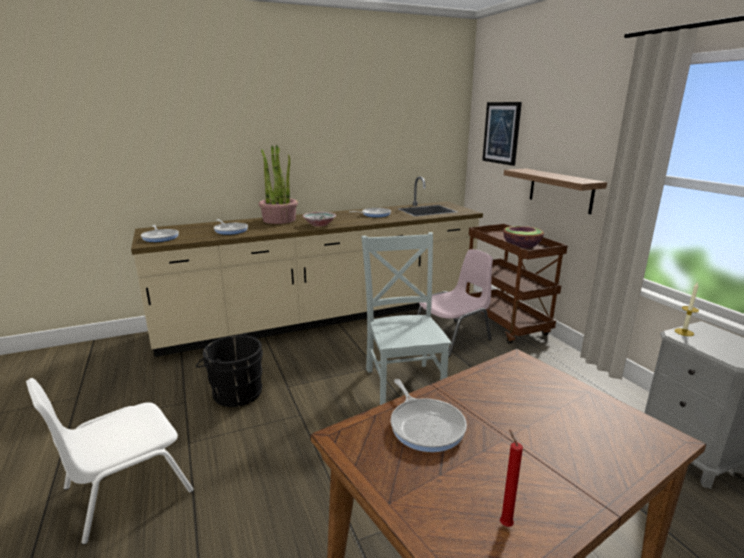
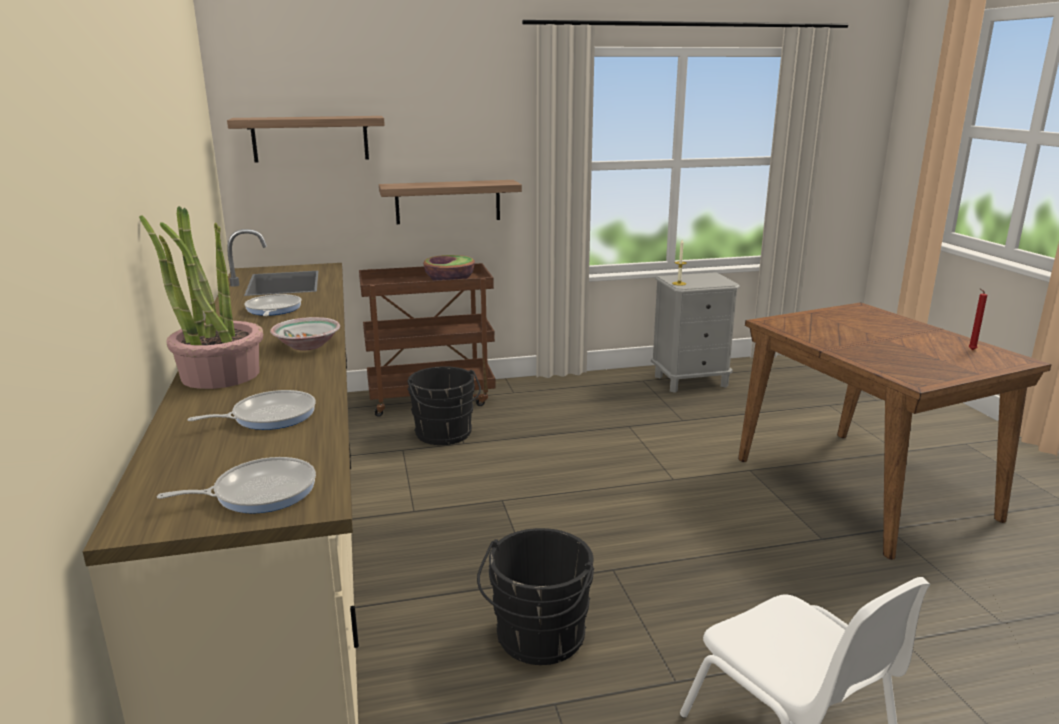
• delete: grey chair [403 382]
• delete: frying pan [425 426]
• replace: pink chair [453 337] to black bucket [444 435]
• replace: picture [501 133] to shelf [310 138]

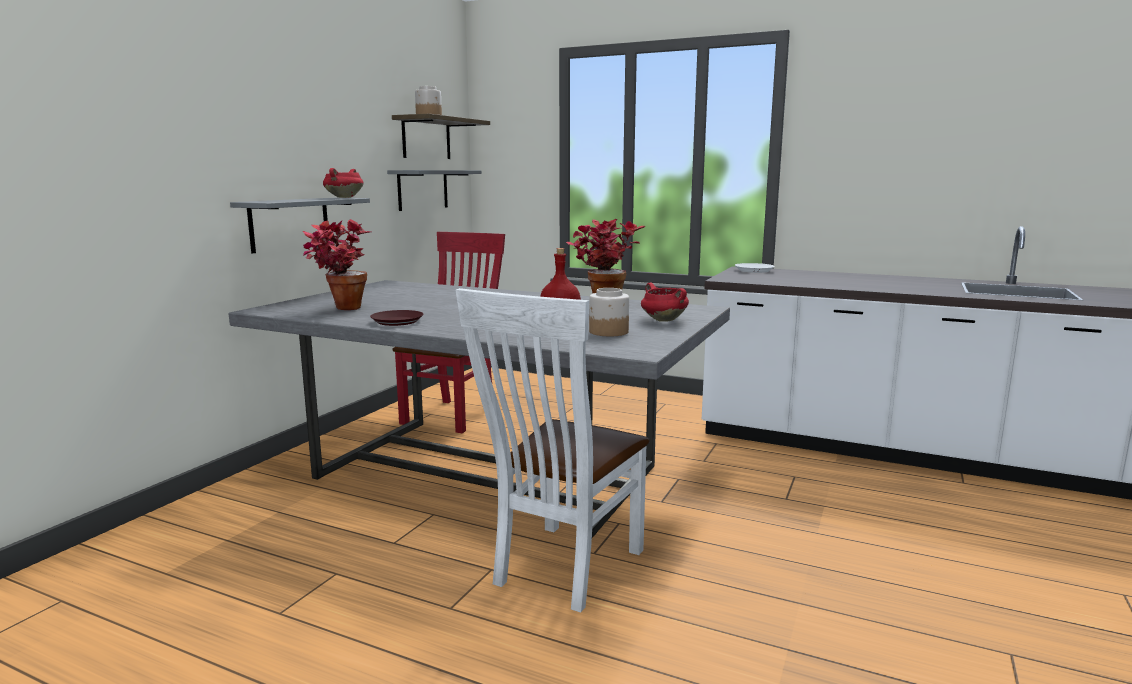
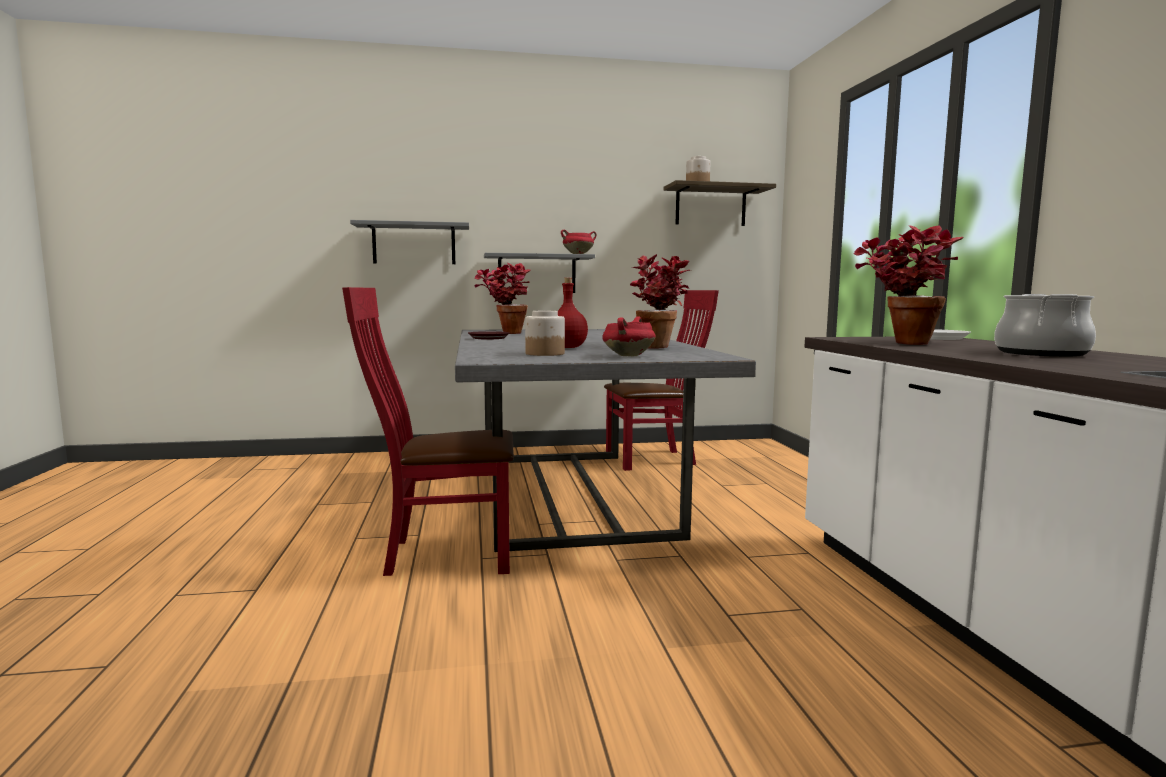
• insert: potted plant [899 342]
• insert: cooking pot [1040 353]
• move: grey shelf [423 189] to [414 244]
• recolor: white chair [562 569] to red chair [441 554]

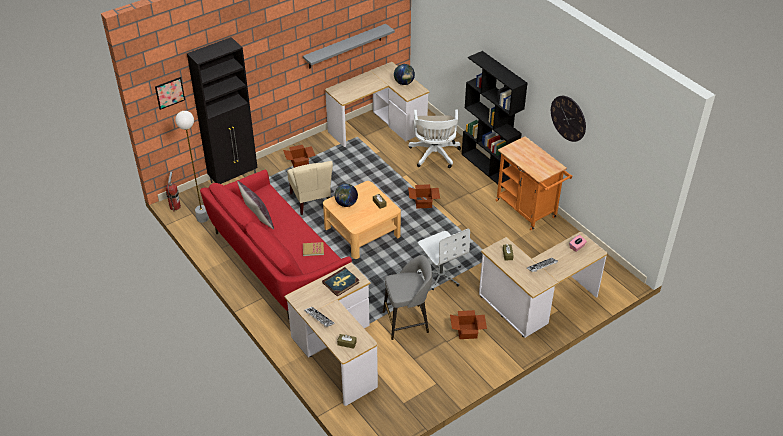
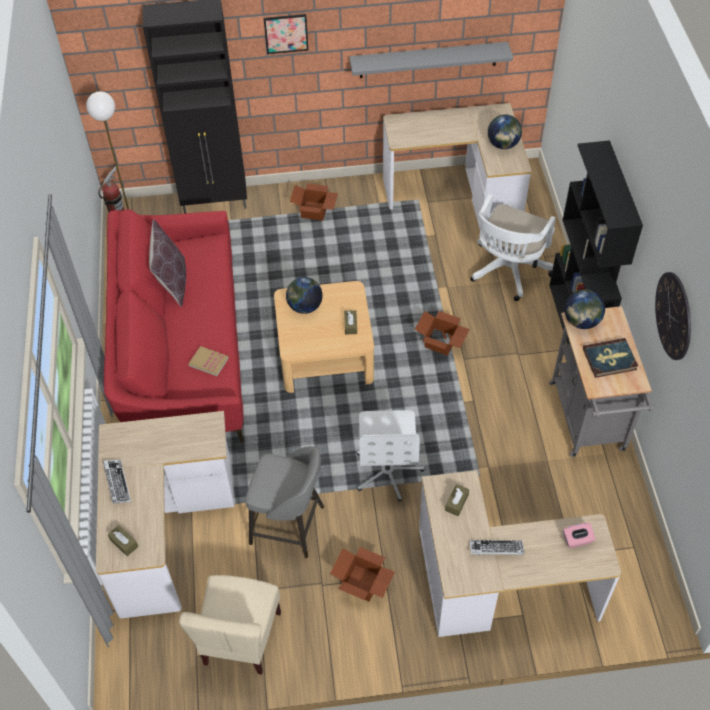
• insert: globe [581 321]
• move: picture [169 93] to [286 33]
• move: beige chair [311 201] to [240 638]
• move: book [341 283] to [609 359]
• recolor: orange cart [528 211] to grey cart [589 422]

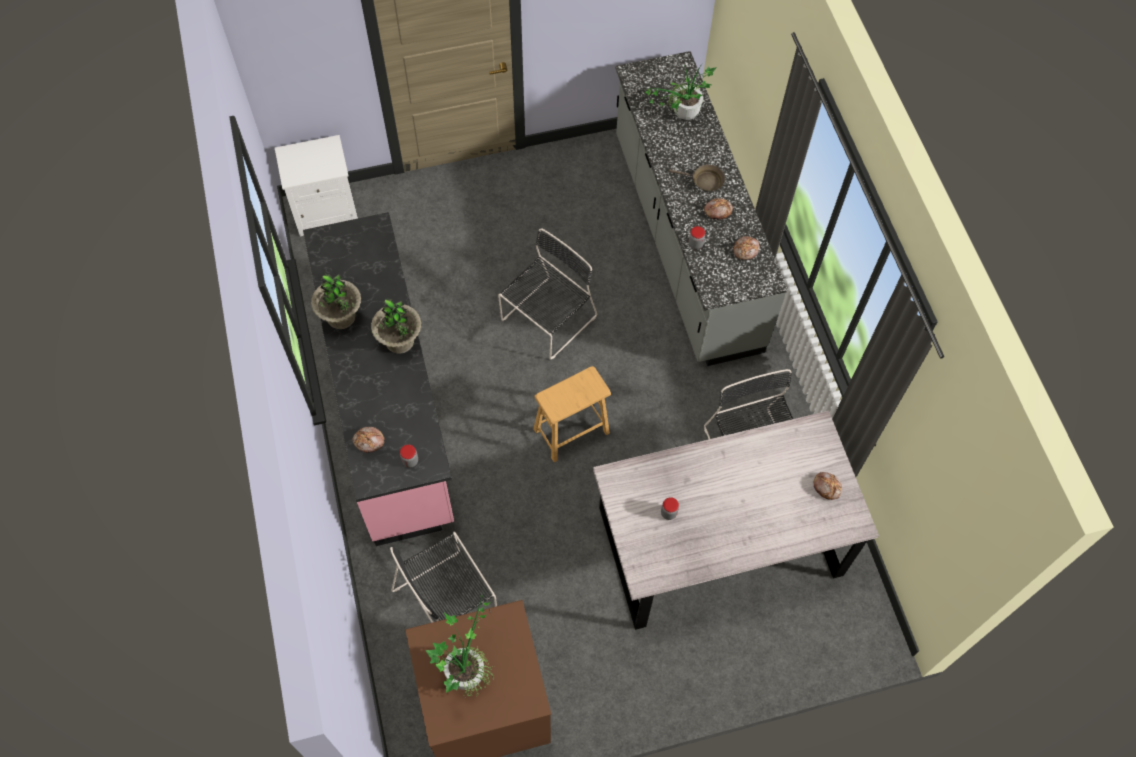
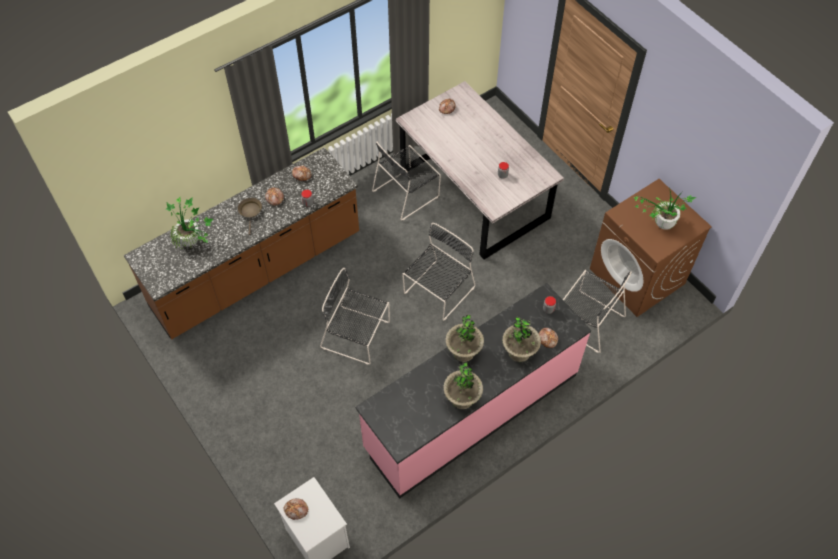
• insert: bread [296 510]
• insert: potted plant [519 352]
• replace: brown stool [571 431] to black chair [438 292]
• recolor: grey counter [684 243] to brown counter [257 272]

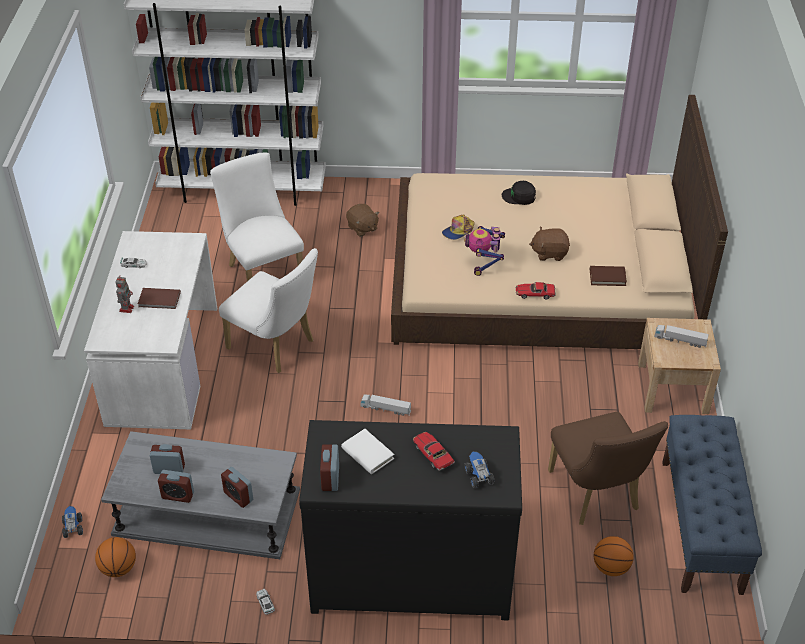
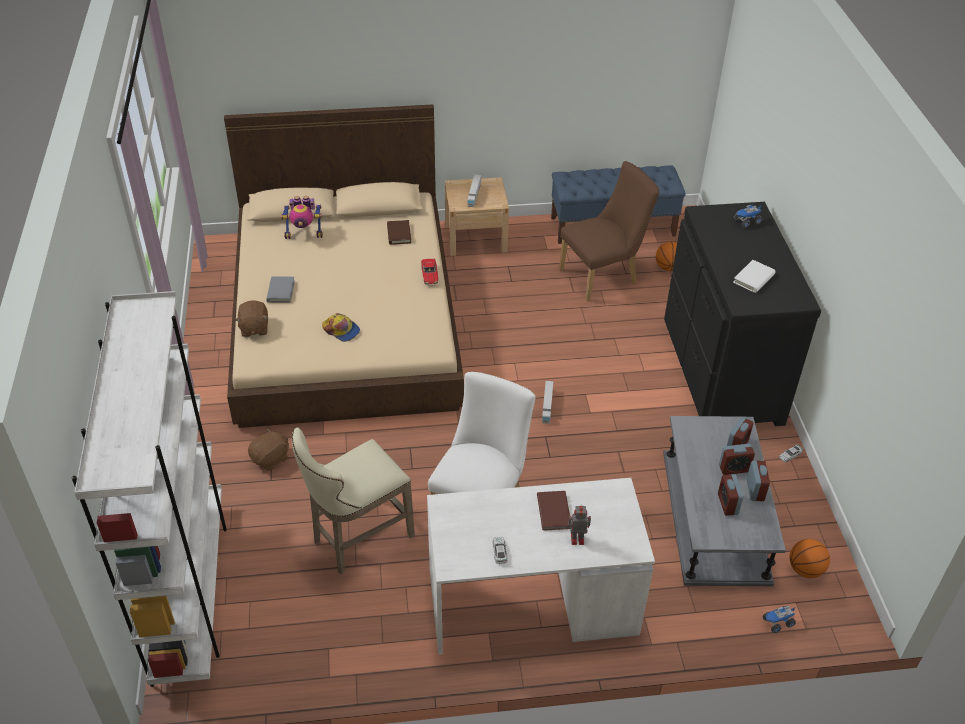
• delete: toy car [432 454]
• move: alarm clock [330 478] to [734 468]
• move: toy robot [484 263] to [304 234]
• move: brown plush toy [549 253] to [254 328]
• replace: white chair [263 271] to beige stool [357 539]
• replace: black cap [519 196] to grey book [280 291]

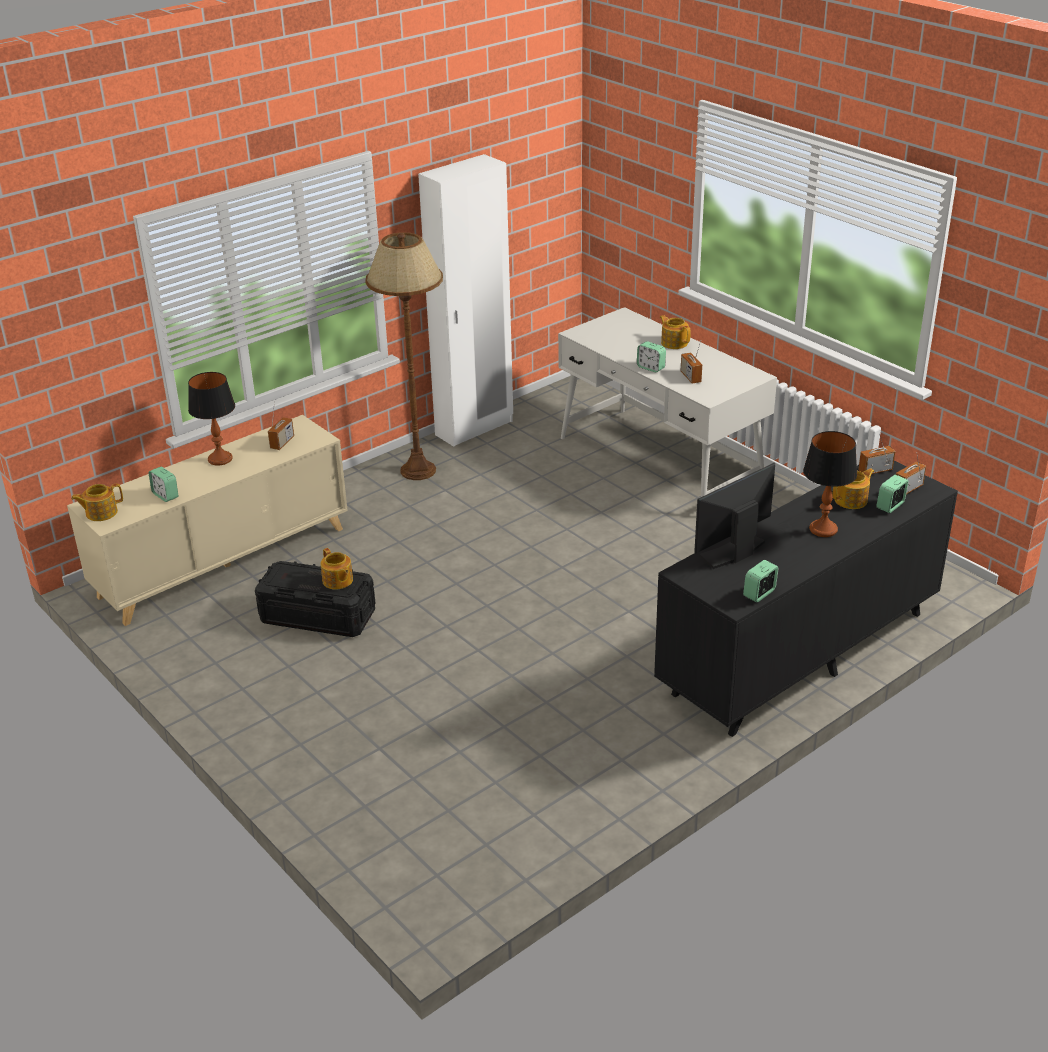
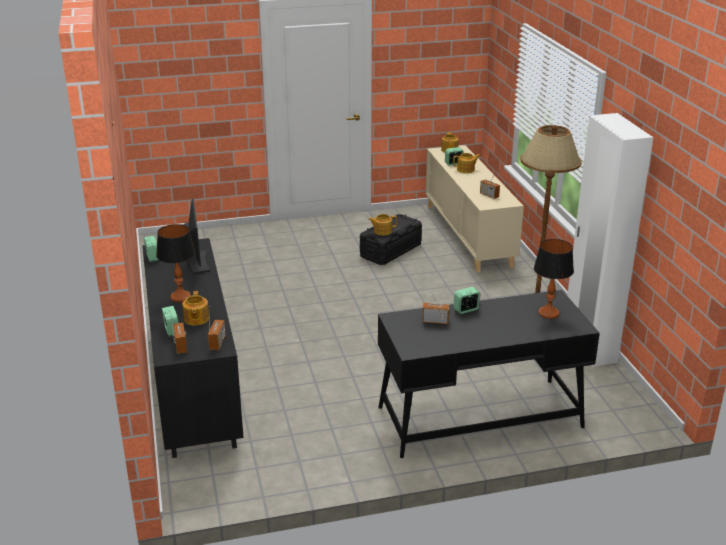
• move: table lamp [220 459] to [549 313]
• move: teapot [674 343] to [466 170]
• recolor: white desk [660 461] to black desk [479 416]

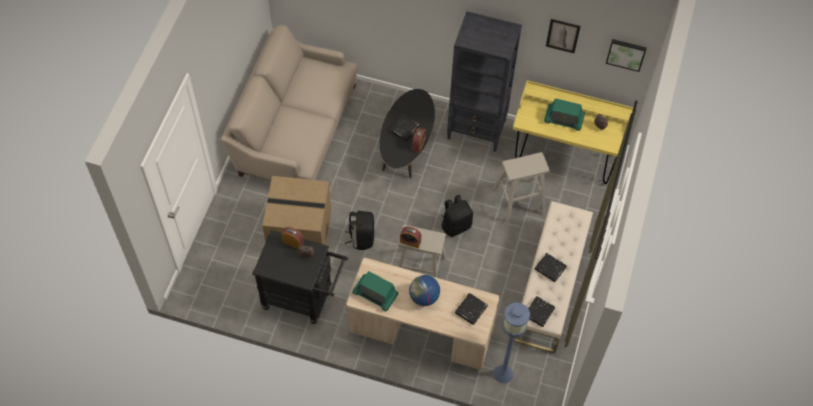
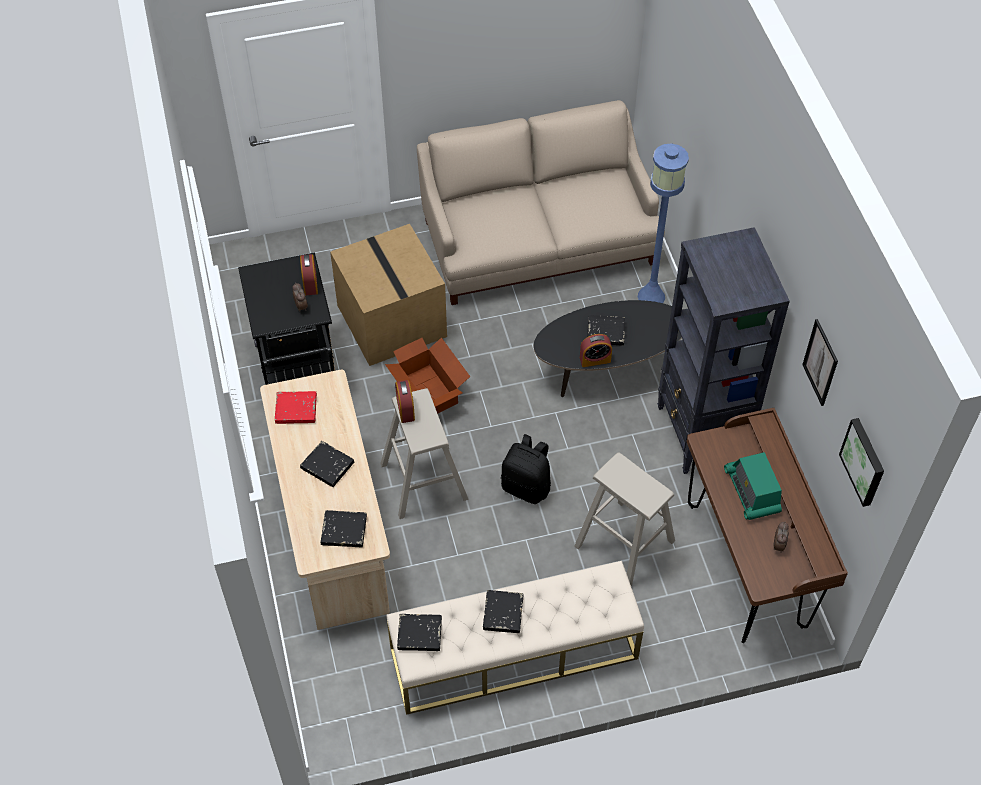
• move: blue floor lamp [503 373] to [651 296]
• replace: black backpack [361 238] to cardboard box [429 390]
• replace: radio [375 294] to red book [296 409]
• replace: globe [424 297] to black book [327 466]
• recolor: yellow desk [564 157] to brown desk [746 565]

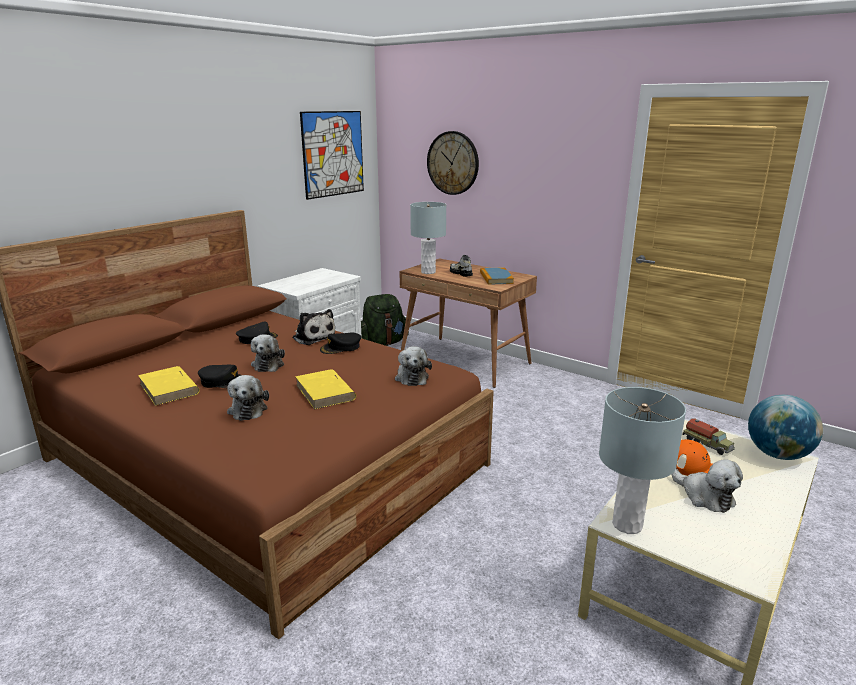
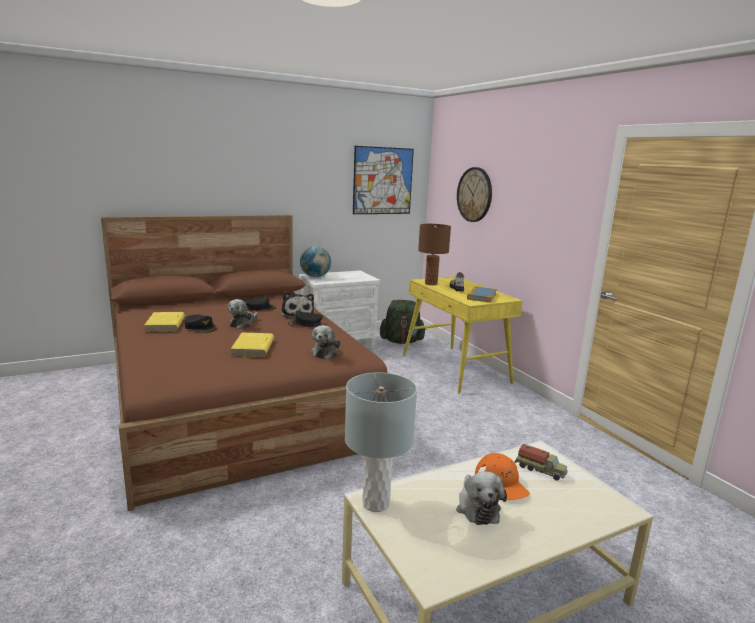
• delete: plush toy [248 409]
• move: globe [778 455] to [315 277]
• recolor: brown desk [465 361] to yellow desk [455 368]
• recolor: grey table lamp [428 272] to brown table lamp [431 283]
• rotate: toy truck [707 444] = [540 470] 45 degrees counterclockwise

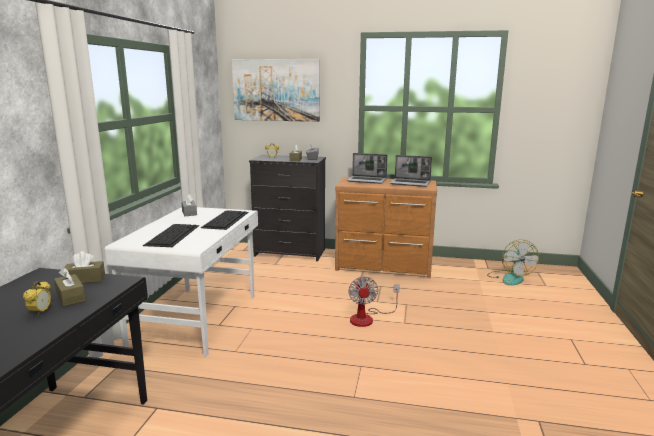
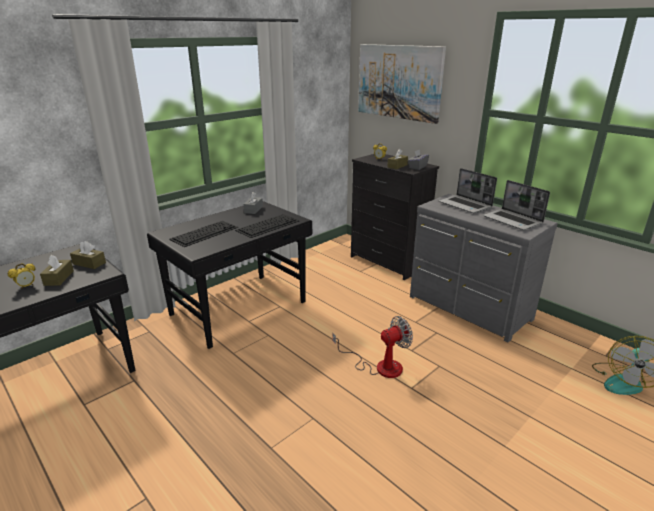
• recolor: white desk [197 318] to black desk [240 308]
• recolor: brown dresser [384 266] to grey dresser [468 309]
• rotate: fan [367 318] = [379 366] 150 degrees counterclockwise

